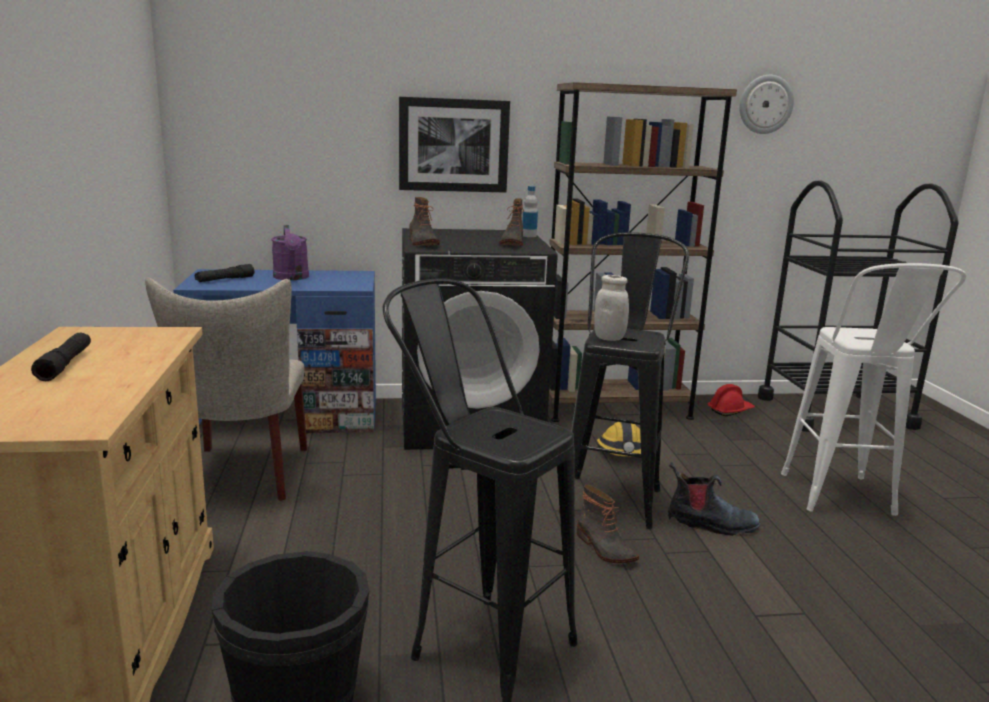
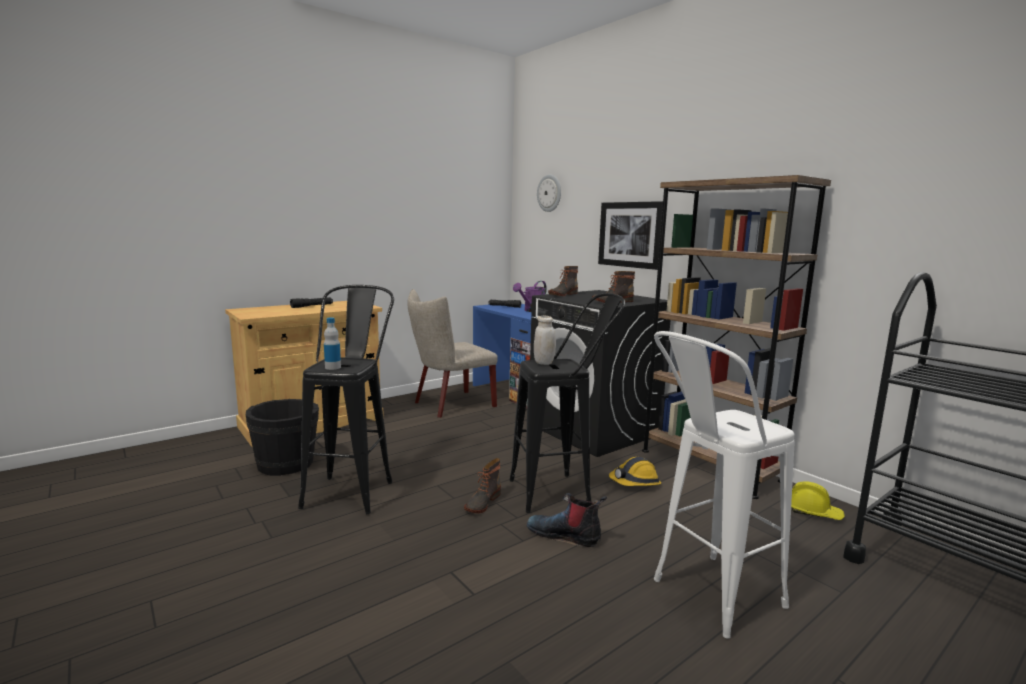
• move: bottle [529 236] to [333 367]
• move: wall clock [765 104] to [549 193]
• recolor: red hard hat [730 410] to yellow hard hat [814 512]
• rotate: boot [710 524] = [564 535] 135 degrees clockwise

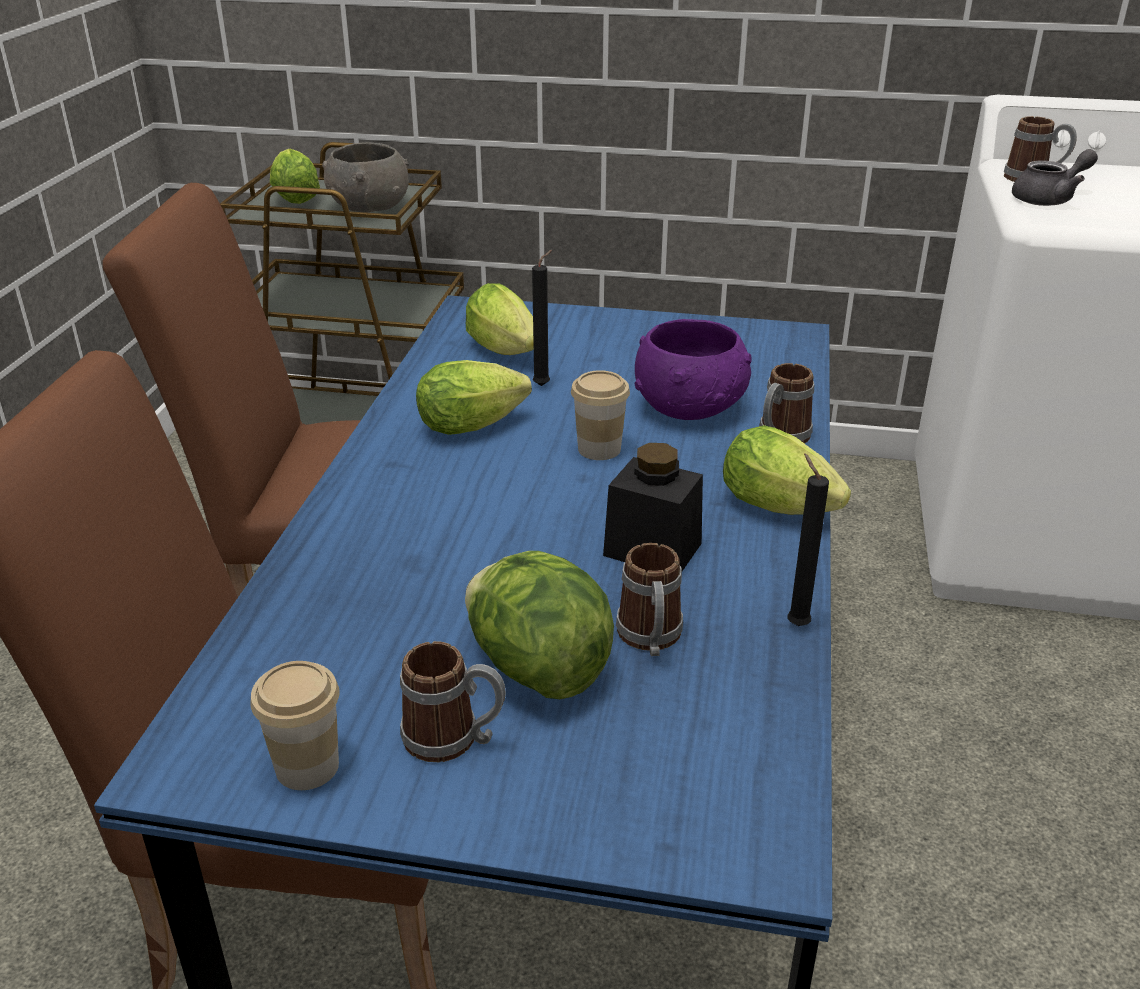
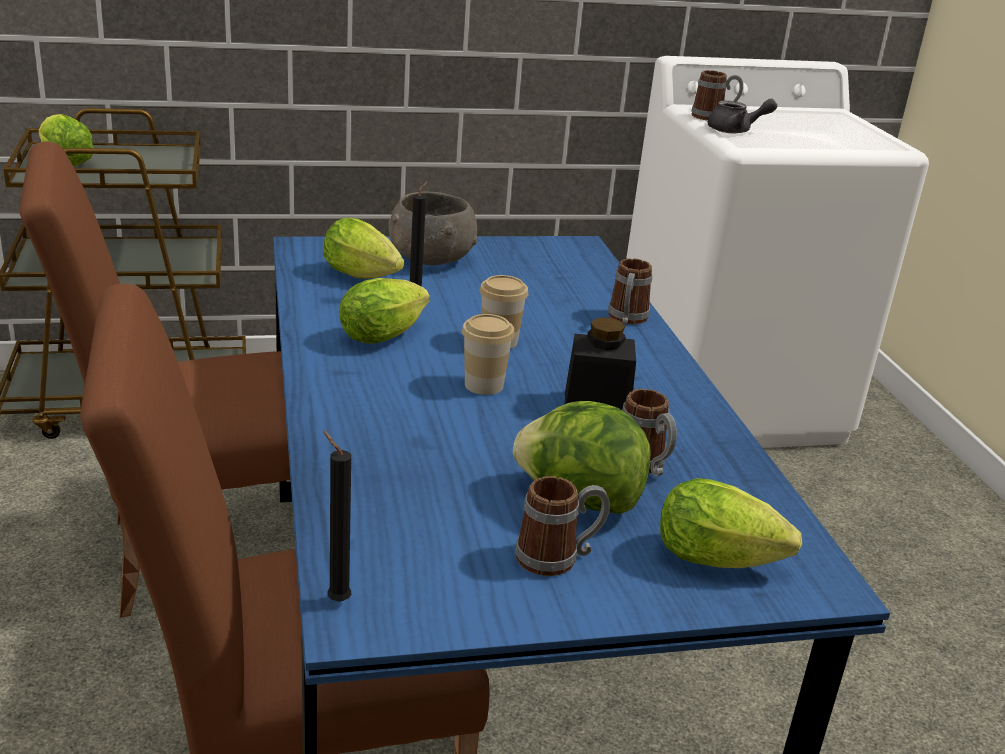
• delete: purple bowl [691 407]
• move: cup [307 766] to [484 385]
• move: grey bowl [369 207] to [430 258]
• move: lettuce [784 509] to [723 561]
• move: black candle [795 623] to [336 599]
• rotate: grey teapot [1049 199] = [735 131] 45 degrees clockwise

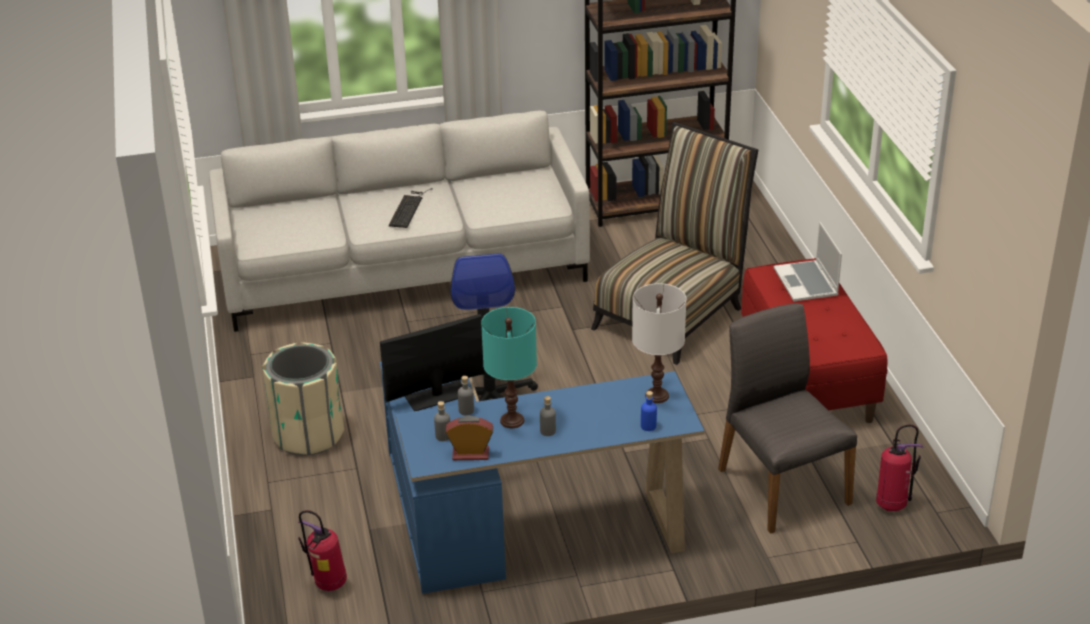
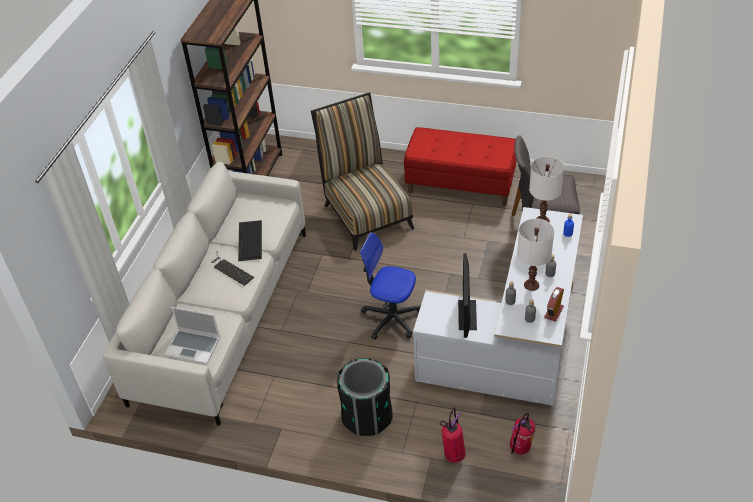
• insert: keyboard [250 240]
• move: laptop [807 283] to [194 346]
• move: fire extinguisher [892 504] to [453 454]
• recolor: beige trash can [308 435] to black trash can [367 417]
• recolor: blue desk [516 524] to white desk [513 344]
• recolor: turquoise table lamp [512 421] to white table lamp [531 285]

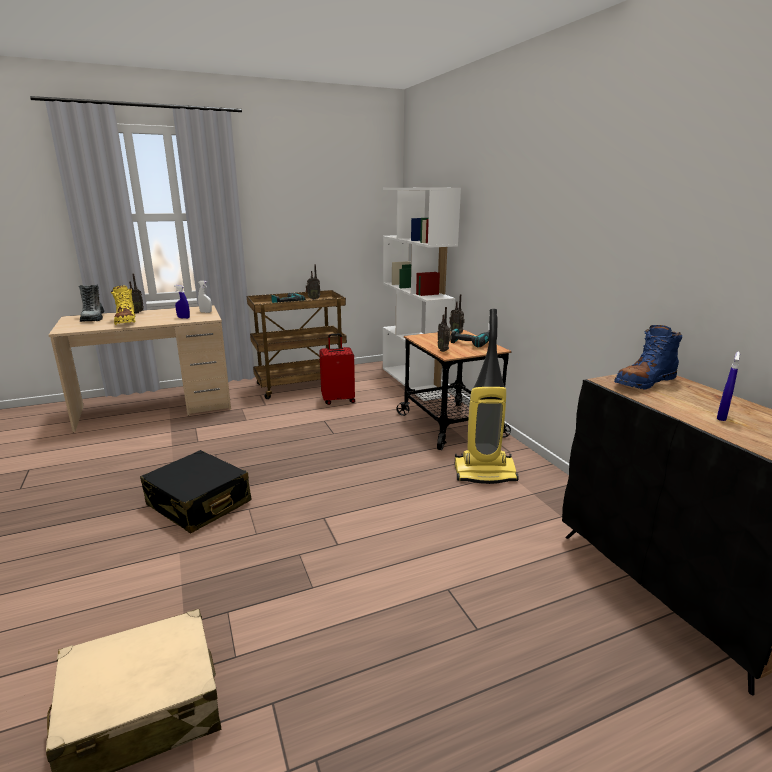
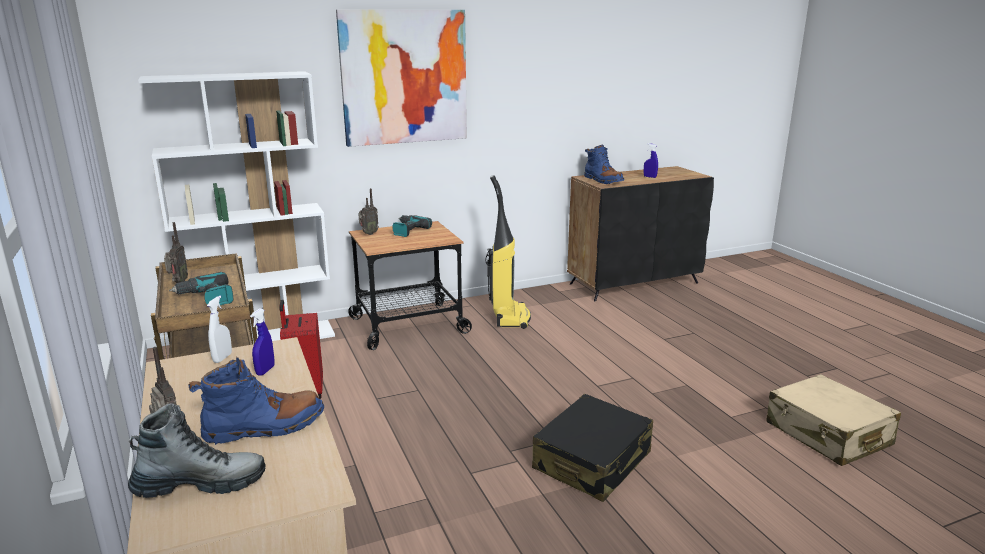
• delete: radio [443 350]
• insert: picture [404 77]
• recolor: yellow boot [126 321] to blue boot [264 427]

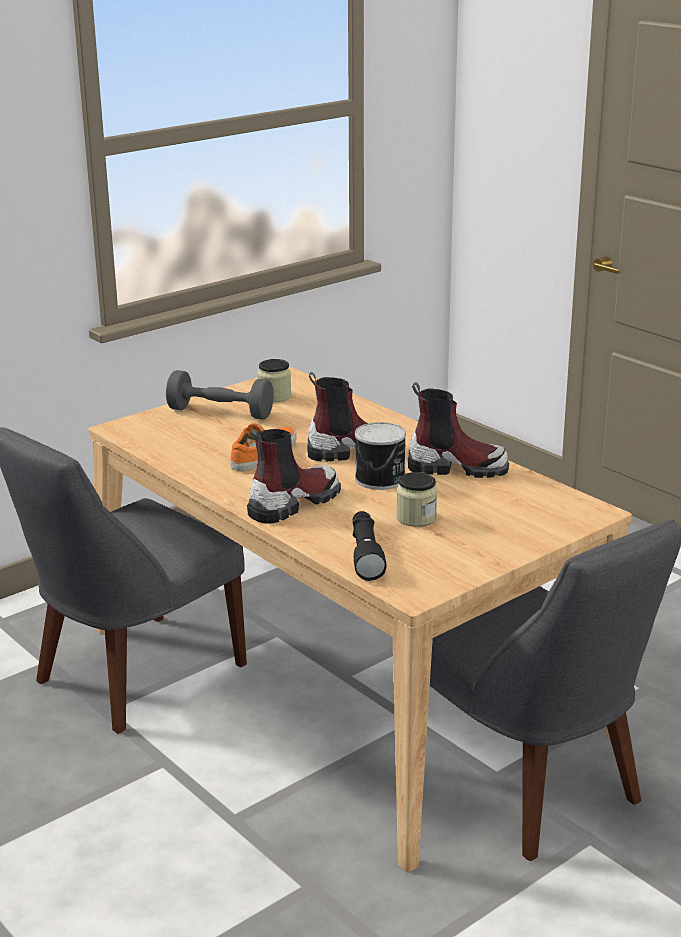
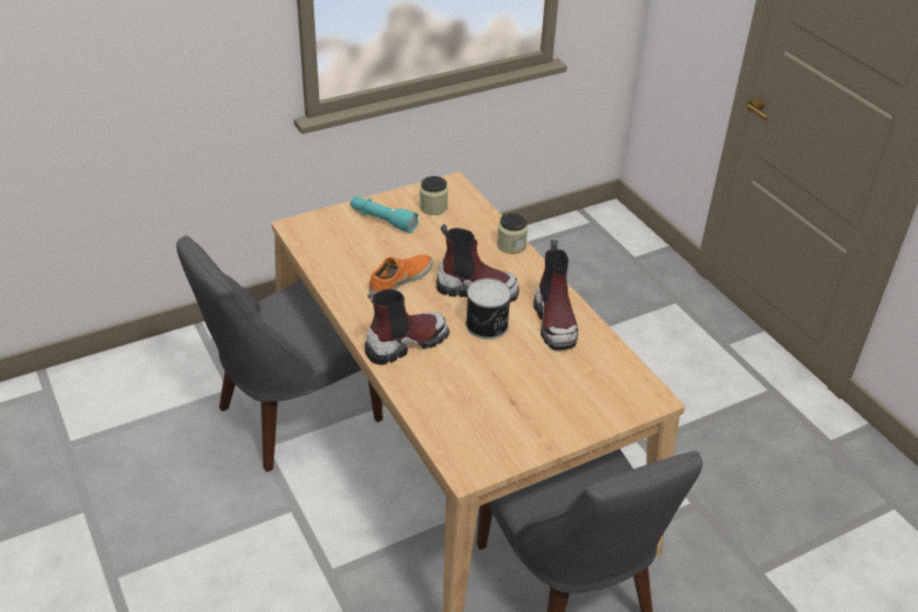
• delete: black flashlight [365 554]
• move: jar [416 518] to [511 245]
• replace: grey dumbbell [220 412] to turquoise flashlight [382 220]
• rotate: boot [457 468] = [555 323] 60 degrees clockwise

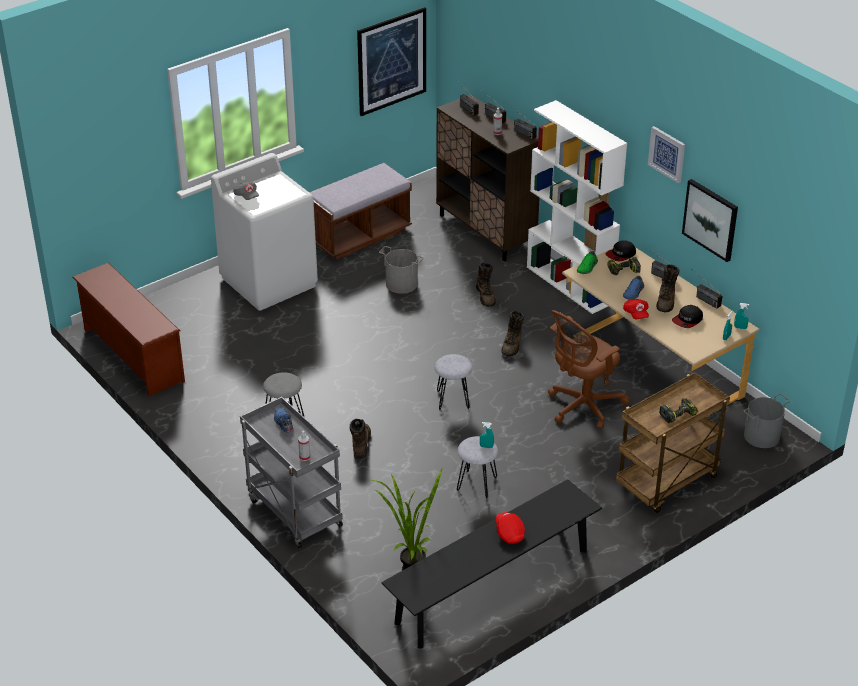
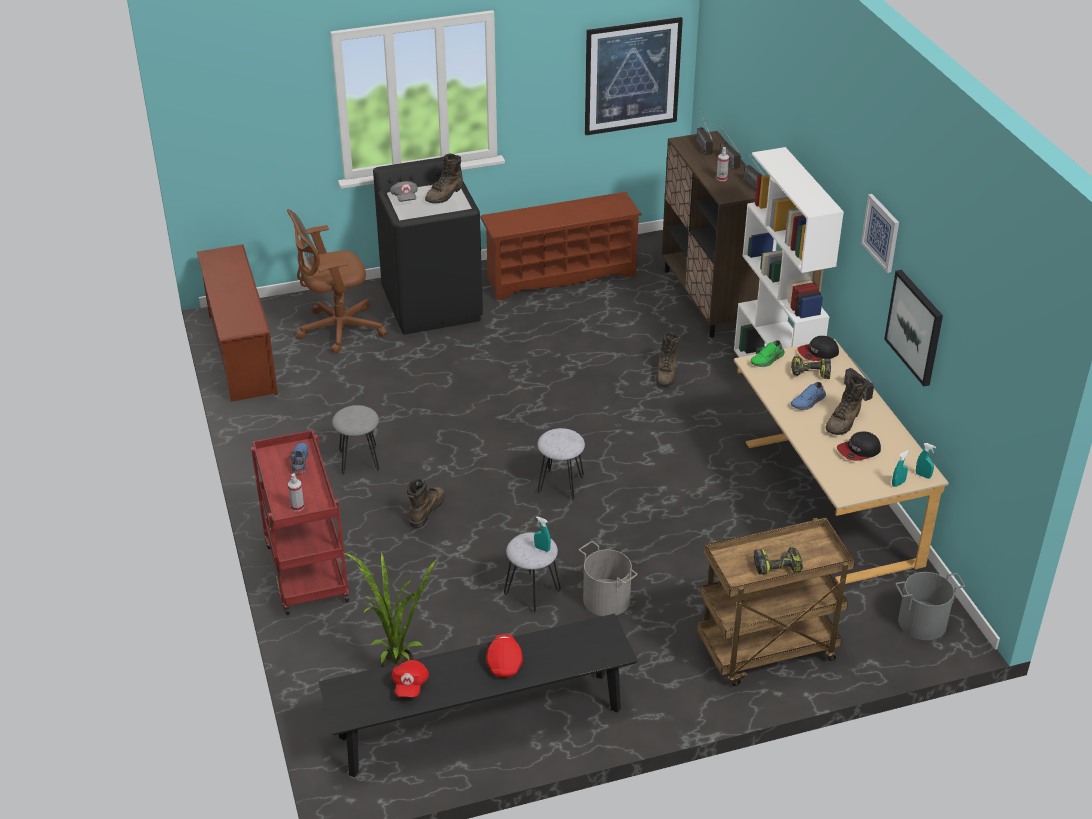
• delete: radio [702 298]
• move: grey bucket [402 283] to [607 599]
• move: brown boot [512 345] to [445 195]
• move: brown office chair [582 407] to [337 329]
• move: red cap [636 314] to [410 685]
• replace: brown bench [359 236] to brown shoe rack [560 275]
• recolor: white washing machine [269 281] to black washing machine [433 305]
• recolor: grey cart [293 512] to red cart [305 570]

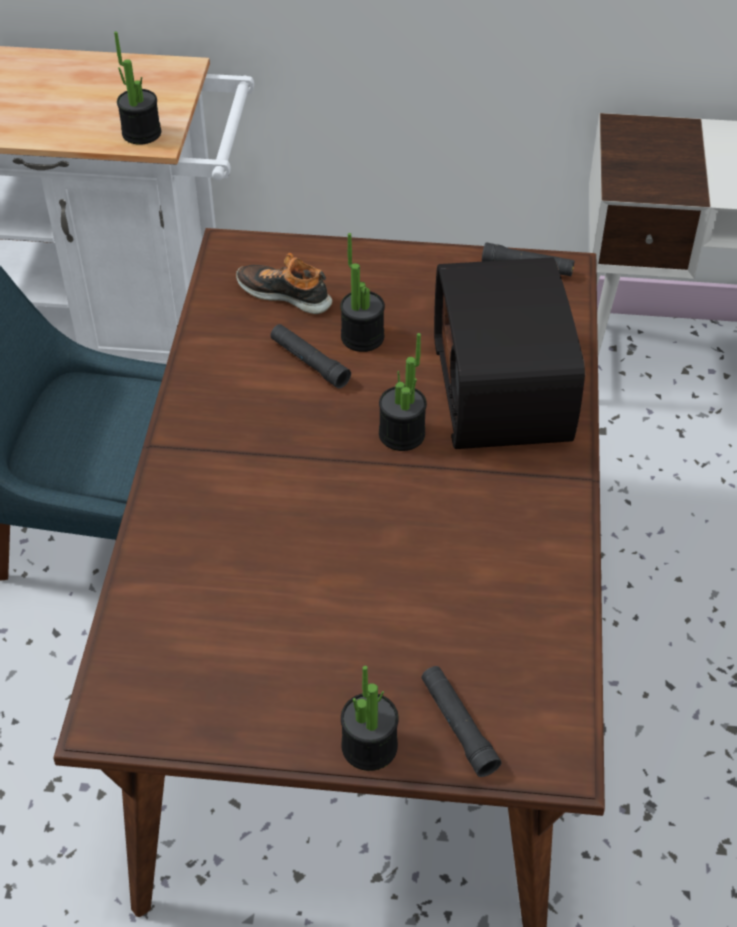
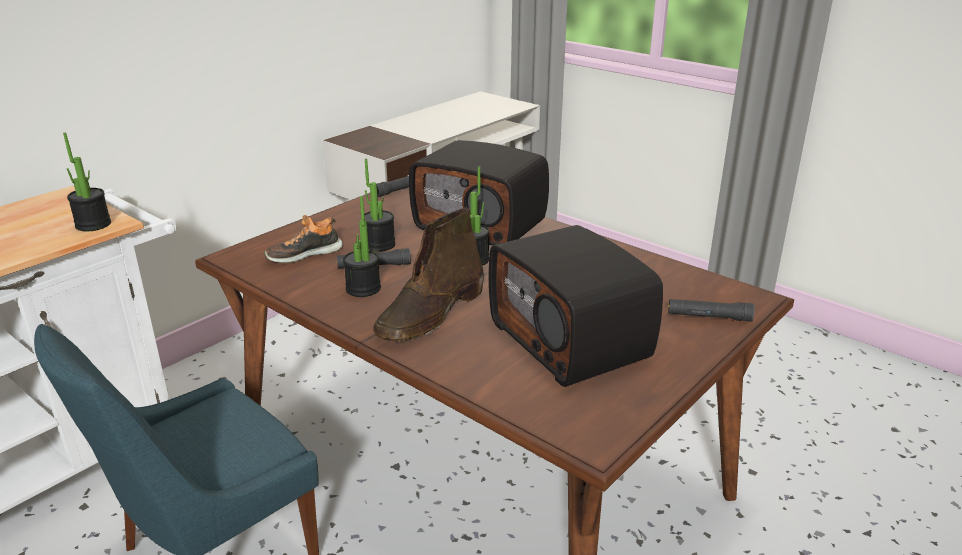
• insert: brown boot [431 314]
• insert: radio [572 340]
• move: potted plant [369 746] to [363 289]

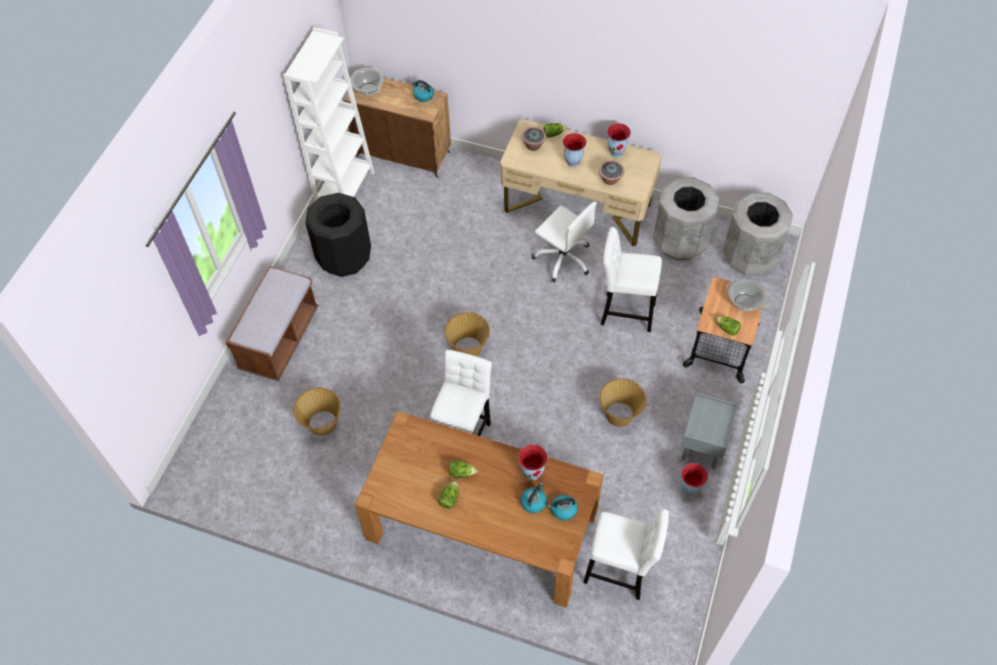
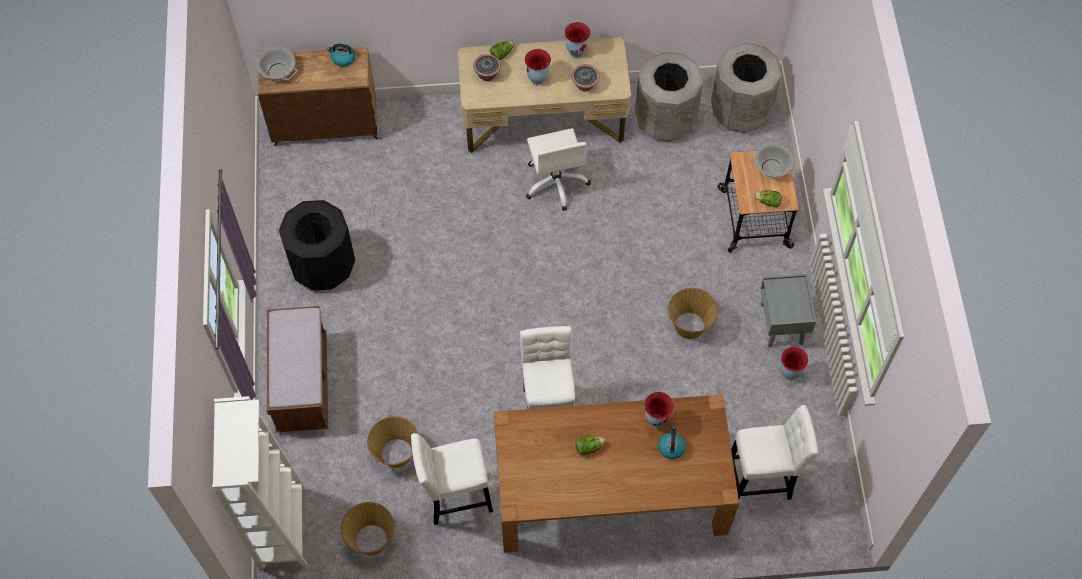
• delete: lettuce [449 498]
• delete: kettle [563 510]
• move: white bookcase [345 191] to [282 527]
• move: basket [468 347] to [371 539]
• move: white stool [624 312] to [455 498]
• rotate: white office chair [563 258] = [556 182] 60 degrees clockwise

